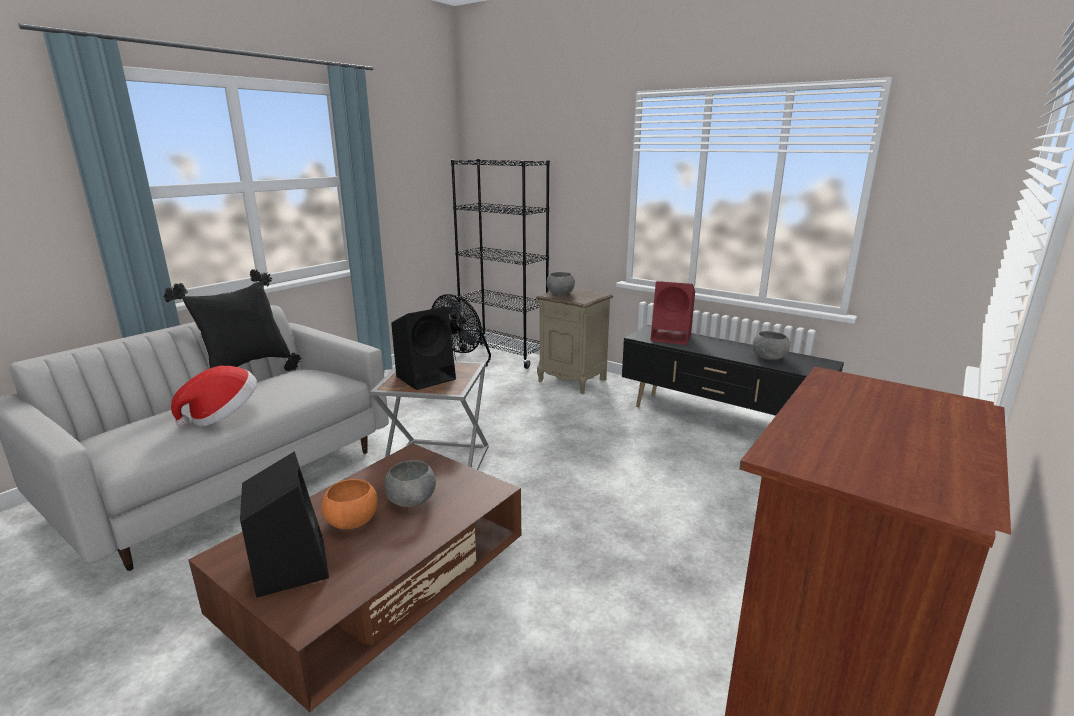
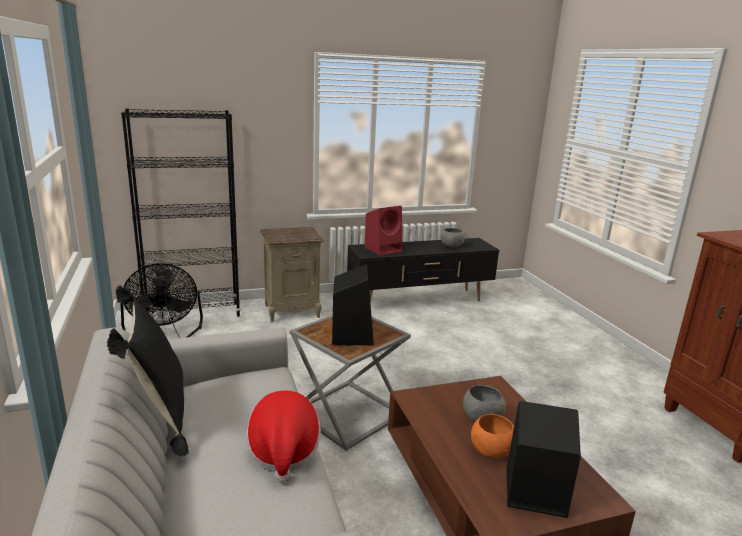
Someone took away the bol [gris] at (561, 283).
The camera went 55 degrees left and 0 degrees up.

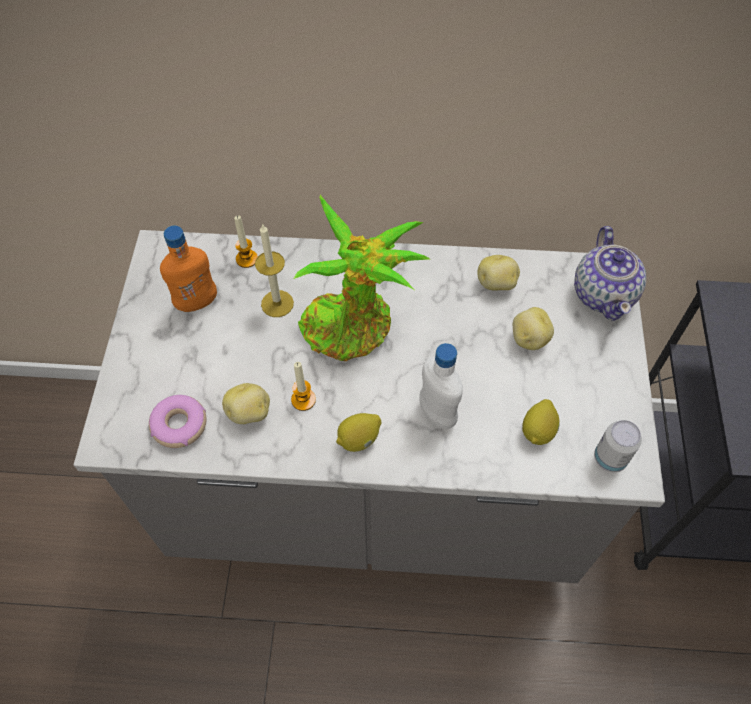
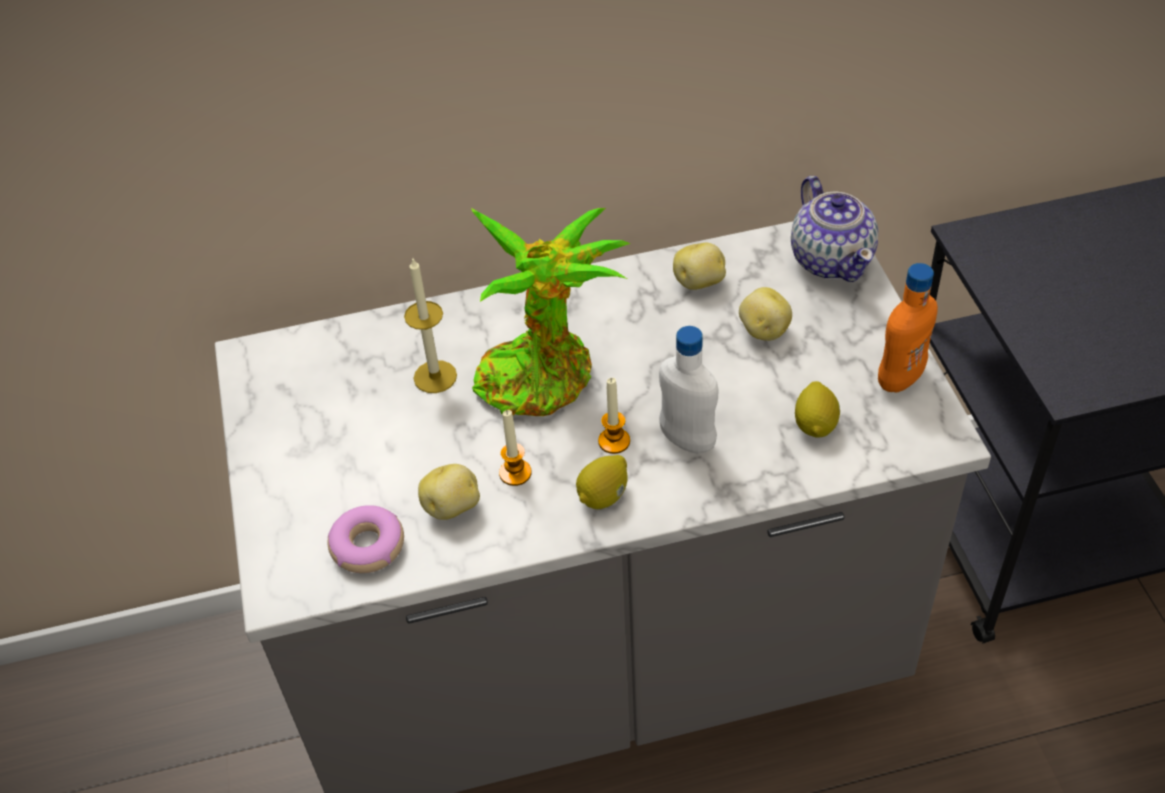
Someone carried the bougie from (246, 241) to (614, 416).
Someone carried the bouteille [orange] from (188, 268) to (908, 327).
Someone took away the boîte métallique at (618, 446).
The camera went 15 degrees left and 10 degrees down.

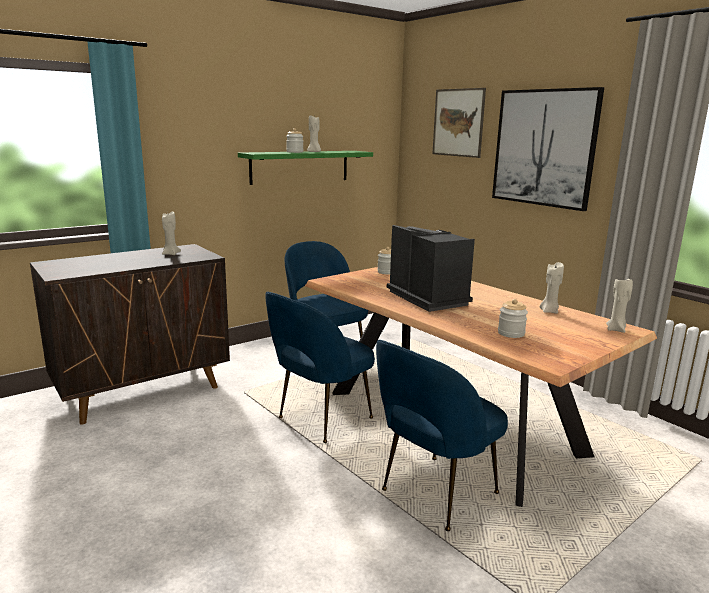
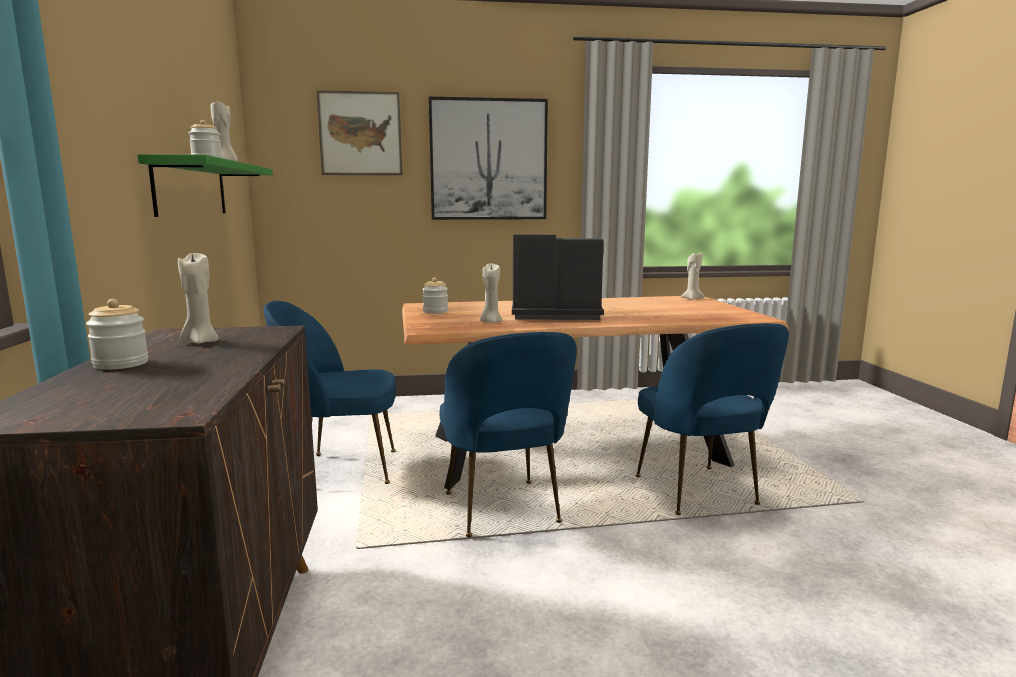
Someone carried the bocal from (513, 318) to (117, 334).
Someone carried the bougie [beige] from (552, 288) to (491, 293).
The camera went 60 degrees left and 5 degrees down.

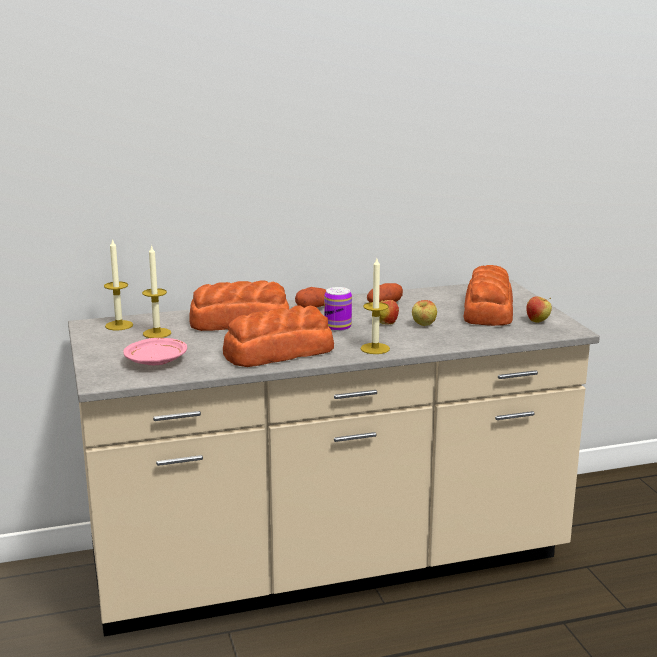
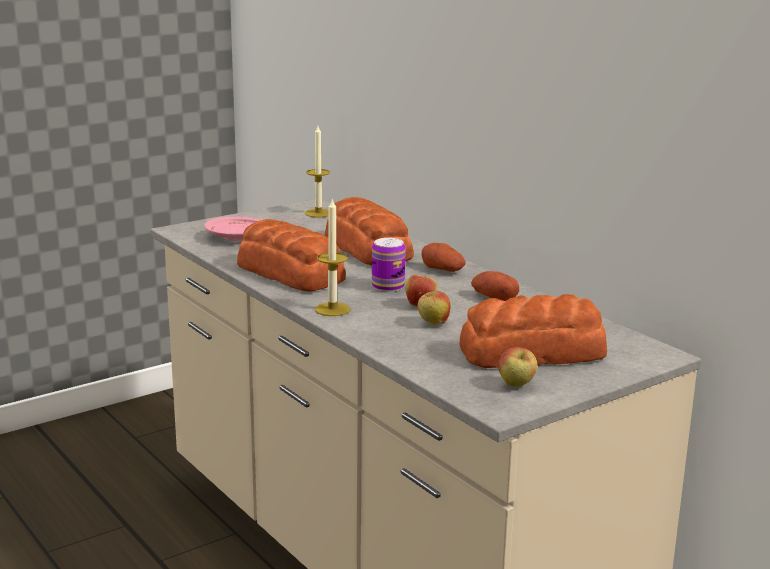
Someone took away the bougie at (156, 291).
The camera went 70 degrees right and 0 degrees up.

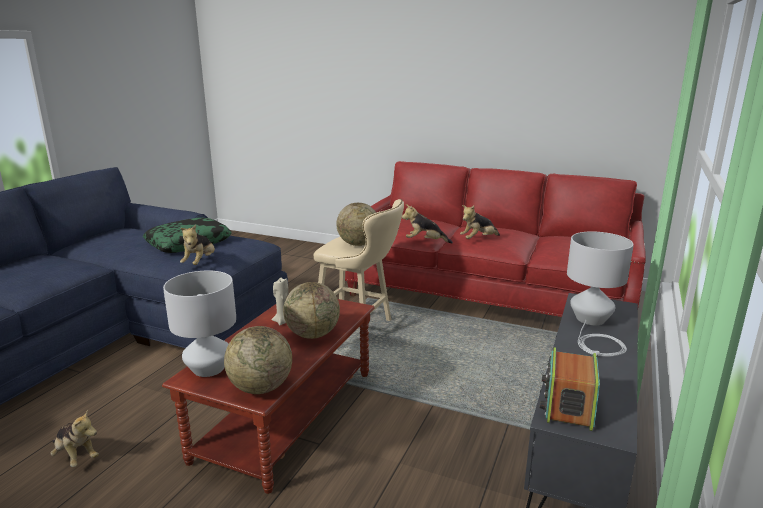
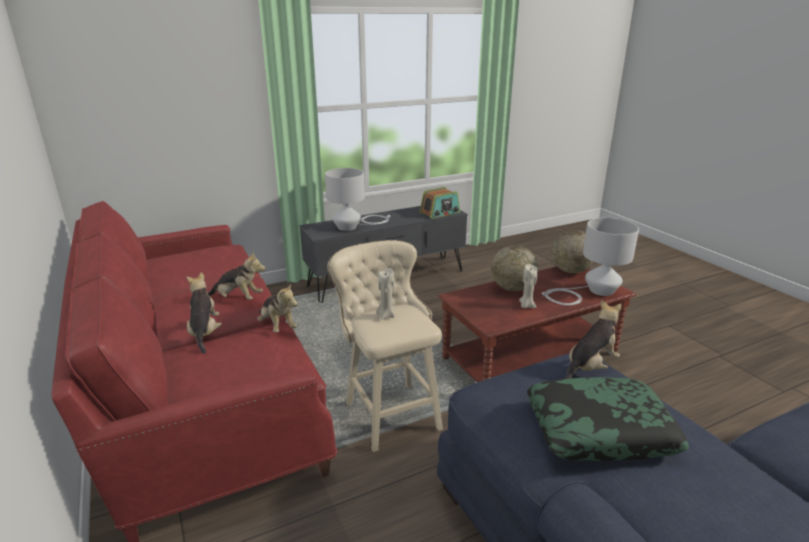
Someone carried the peluche from (74, 438) to (204, 313).
Someone swapped the globe at (356, 224) for the bougie [beige] at (385, 294).
The camera went 140 degrees left and 5 degrees up.

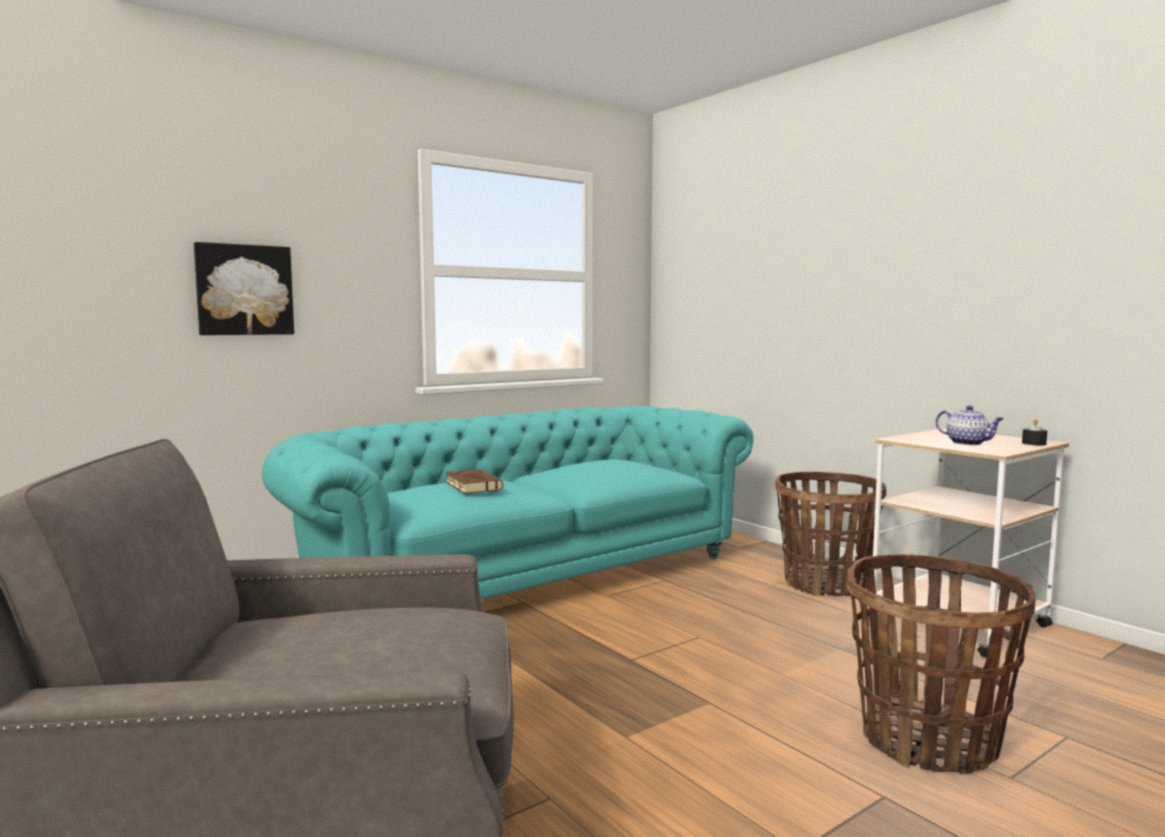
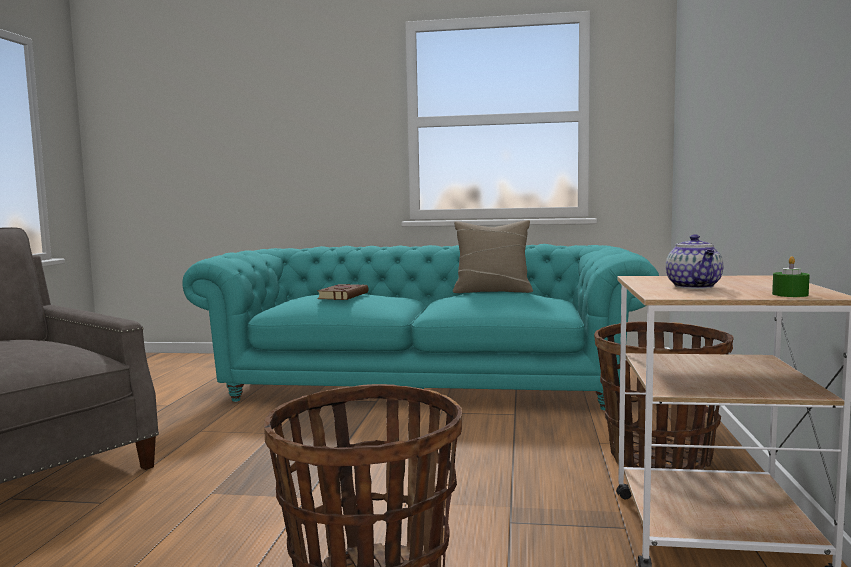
Someone put down the coussin [beige] at (493, 256).
Someone repainted the bougie [noir] at (1034, 431), which became the bougie [vert] at (791, 276).
Someone took away the tableau at (244, 288).
The camera went 45 degrees right and 0 degrees up.

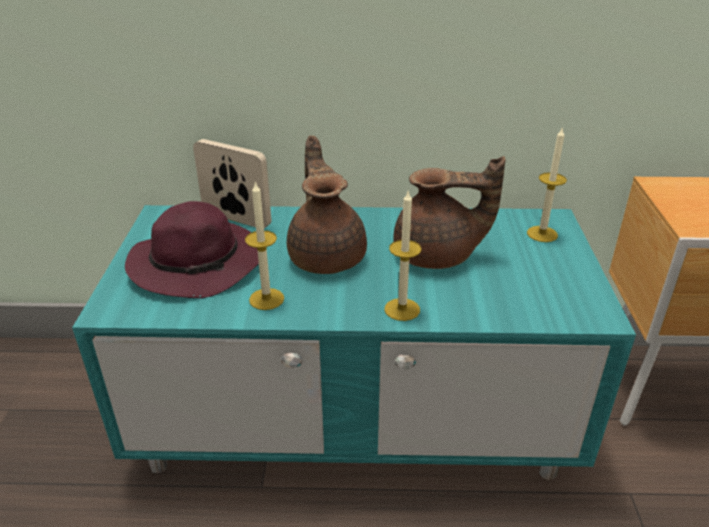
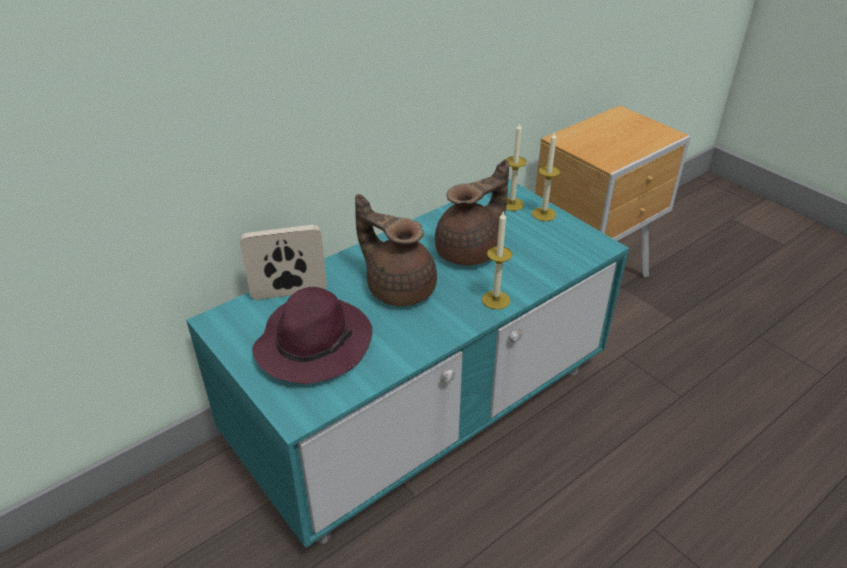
Someone carried the bougie from (264, 245) to (546, 176).
The camera went 40 degrees left and 5 degrees up.

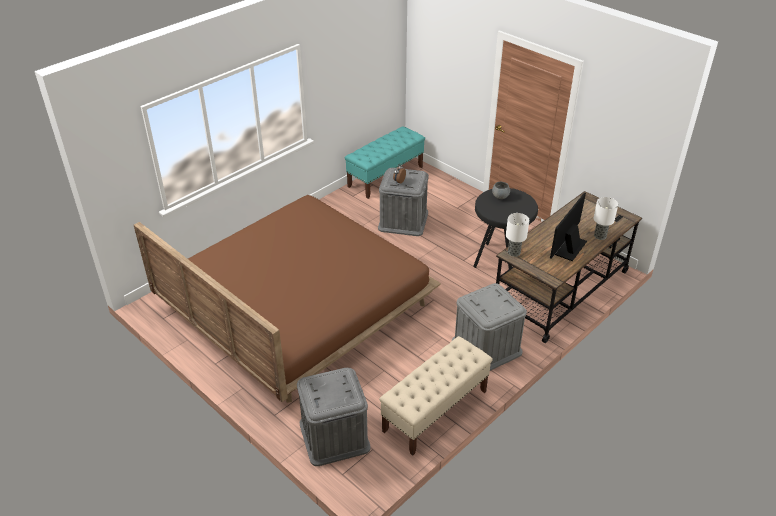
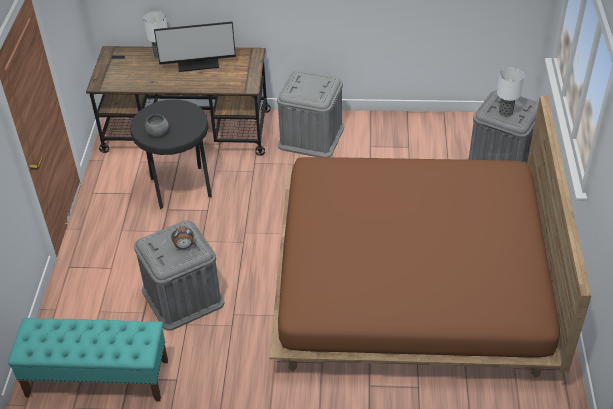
Someone carried the lampe de table from (517, 235) to (510, 92).
Someone took away the banc [beige] at (436, 396).
The camera went 130 degrees left and 5 degrees up.

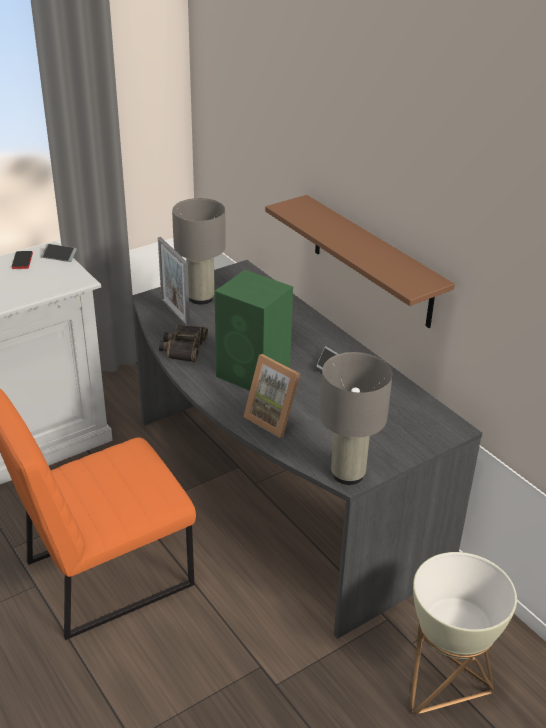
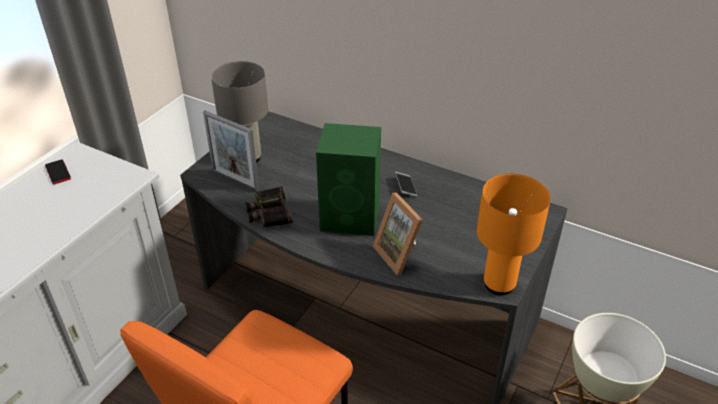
Someone rotated the cadre photo at (271, 396) by 45 degrees clockwise.
Someone repainted the lampe de table [gris] at (356, 418), which became the lampe de table [orange] at (513, 234).
Someone took away the téléphone at (59, 253).
Someone took away the étagère [marron] at (360, 261).
The camera went 25 degrees left and 5 degrees up.

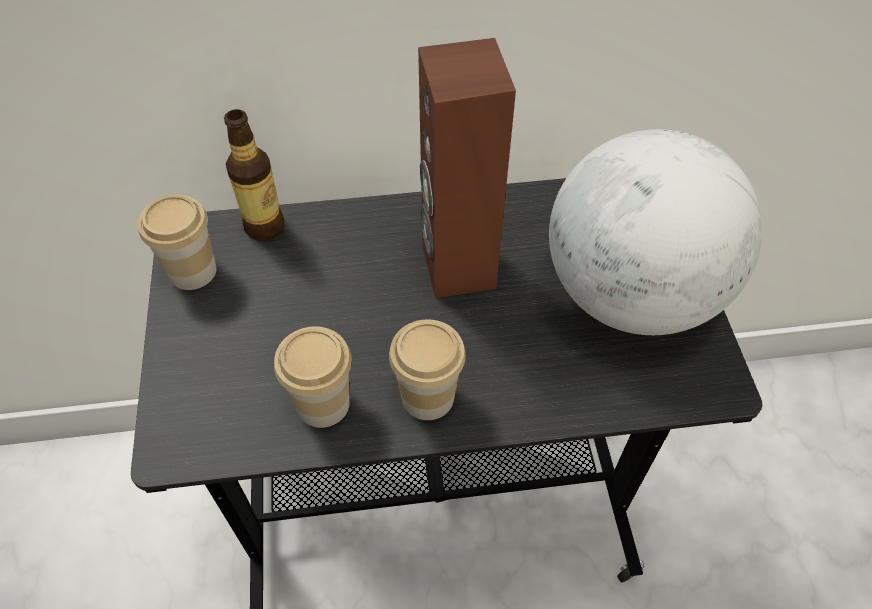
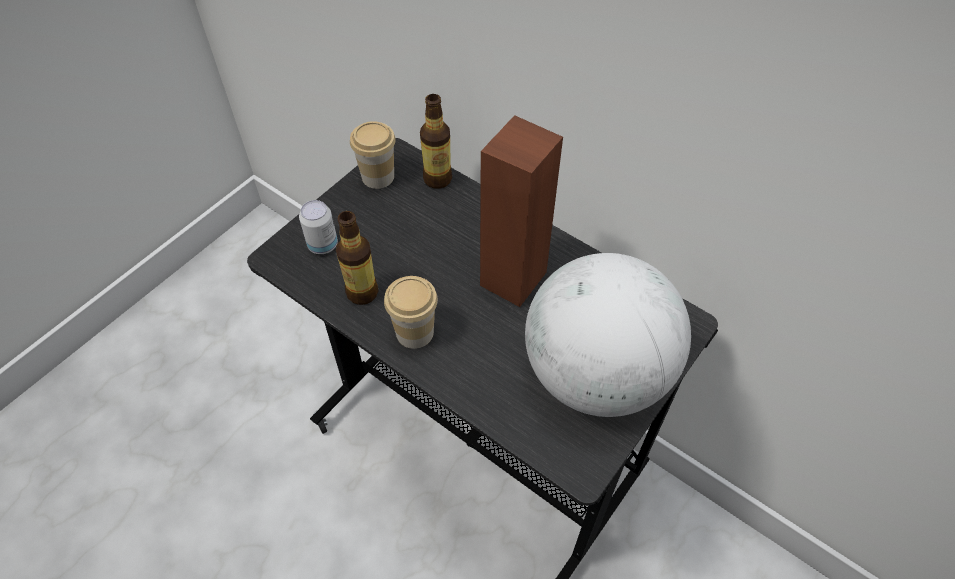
Someone put down the boîte métallique at (318, 227).
Someone swapped the tasse at (313, 377) for the bouteille at (357, 258).
The camera went 45 degrees right and 0 degrees up.

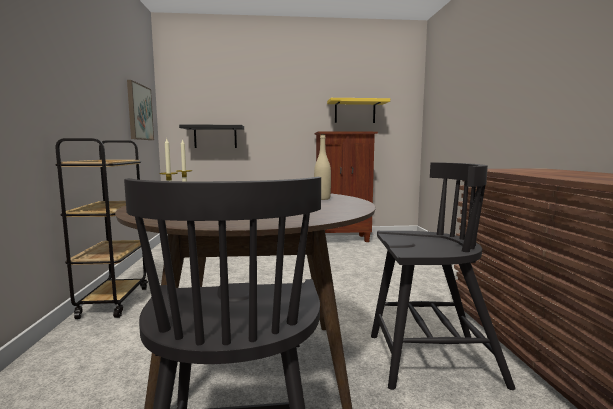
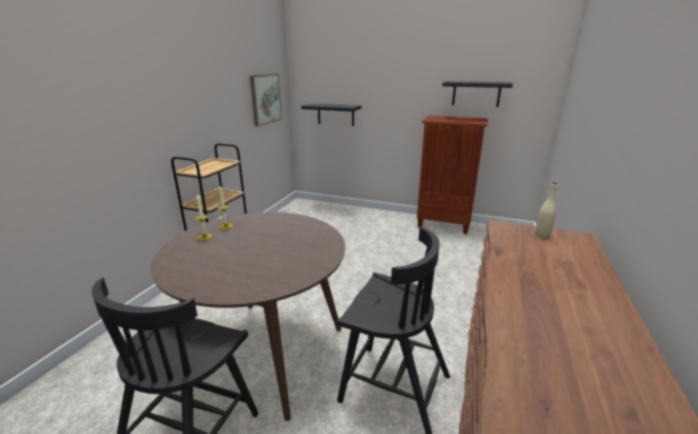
Someone repainted the étagère [jaune] at (358, 110), which became the étagère [noir] at (477, 94).
Someone carried the bouteille [beige] from (322, 167) to (546, 210).
The camera went 25 degrees right and 15 degrees up.

